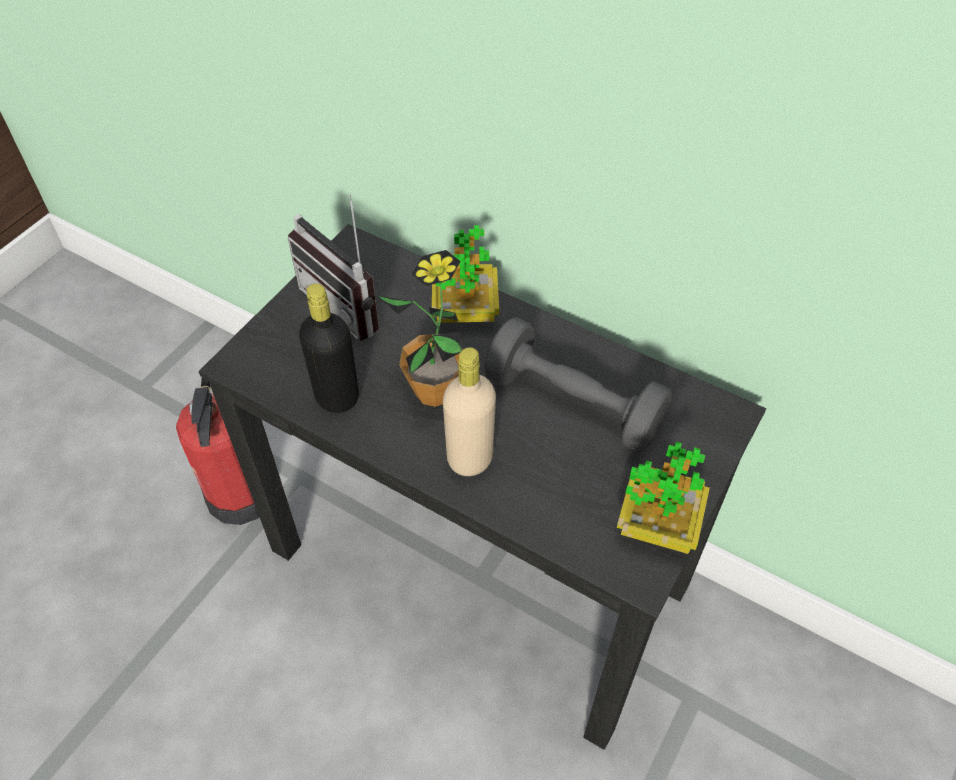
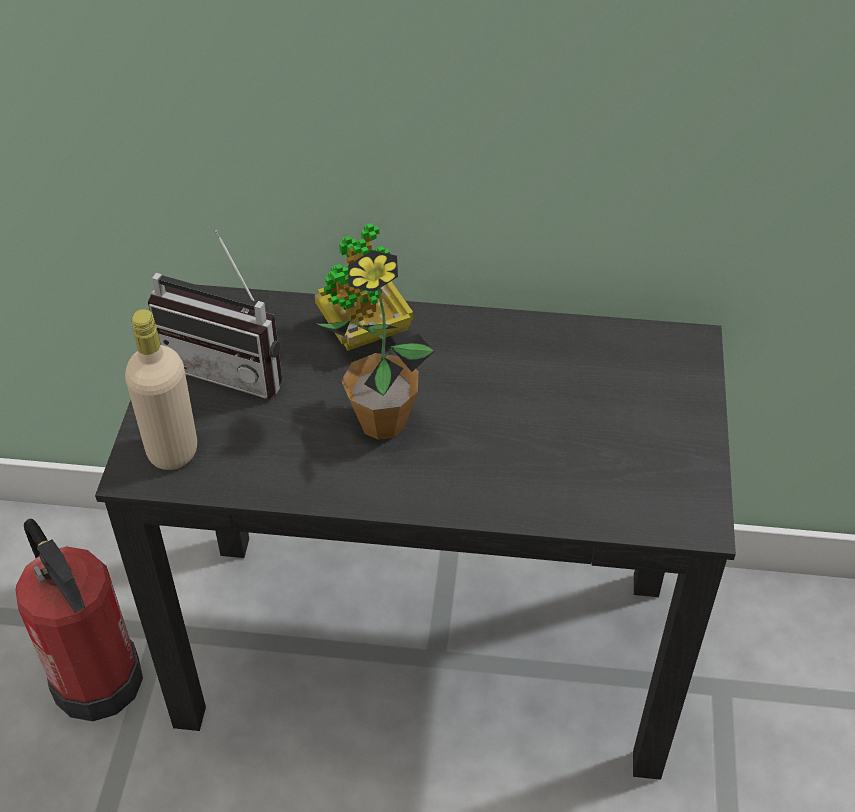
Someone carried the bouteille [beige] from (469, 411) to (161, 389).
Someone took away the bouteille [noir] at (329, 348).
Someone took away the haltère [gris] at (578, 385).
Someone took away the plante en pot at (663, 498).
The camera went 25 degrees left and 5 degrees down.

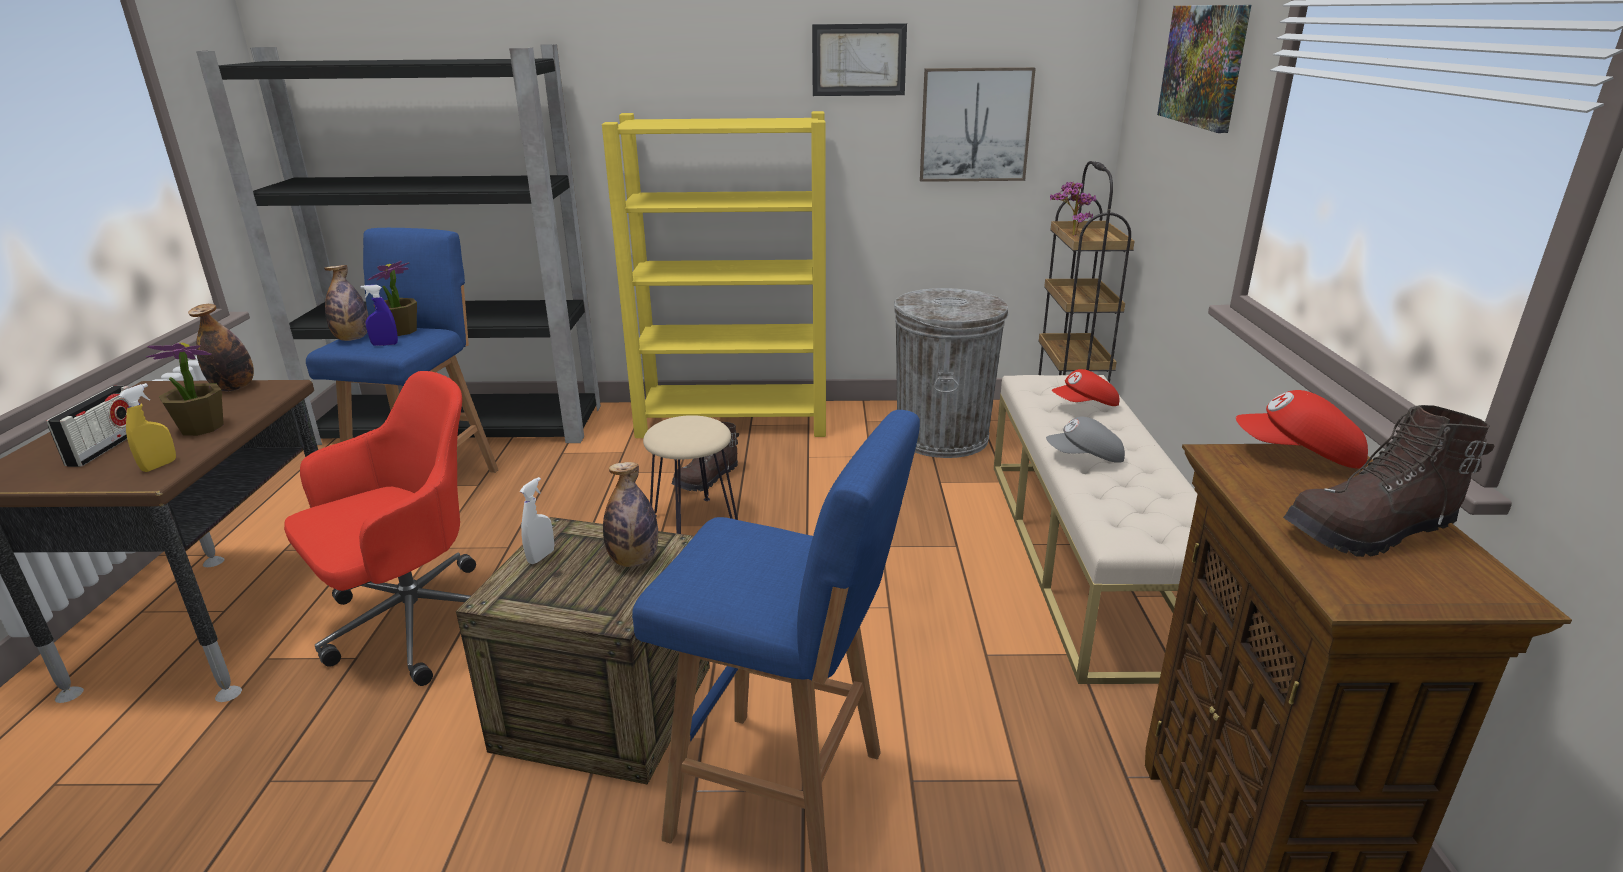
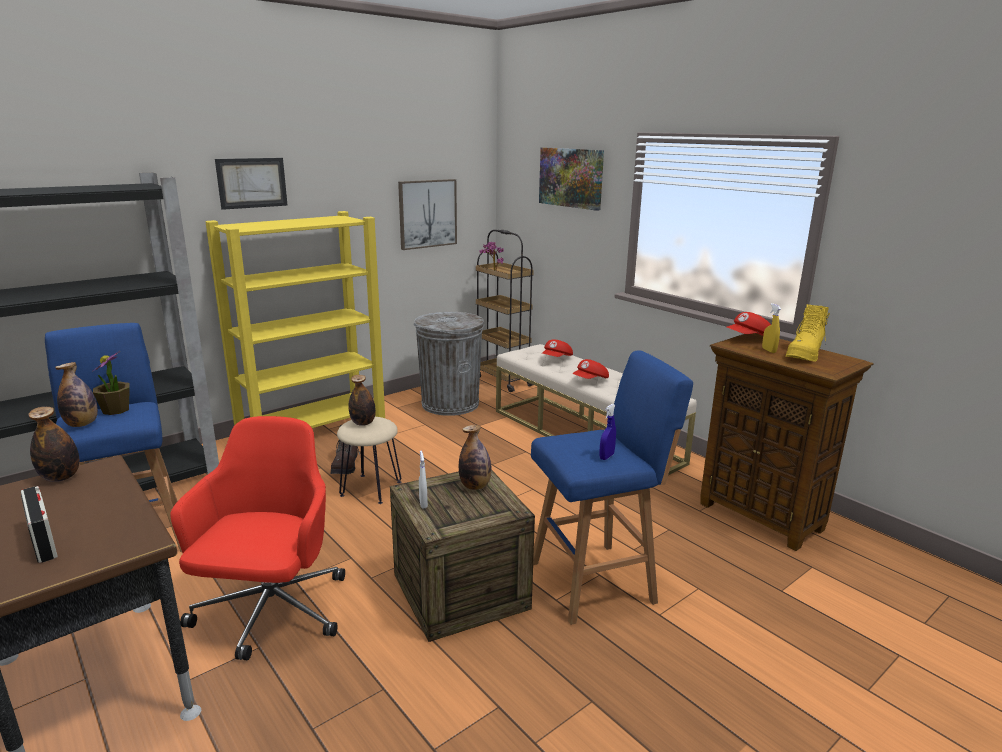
Someone carried the tableau from (859, 59) to (251, 184).
Someone put down the bouteille at (362, 400).
Someone repainted the casquette [gris] at (1085, 440), which became the casquette [rouge] at (590, 369).
Someone carried the vaporisateur [bleu] from (379, 315) to (607, 432).
Someone carried the vaporisateur [jaune] from (147, 427) to (771, 328).
Someone repainted the botte [marron] at (1388, 481), which became the botte [jaune] at (807, 333).
Someone took away the plante en pot at (185, 389).
The camera went 40 degrees left and 5 degrees down.

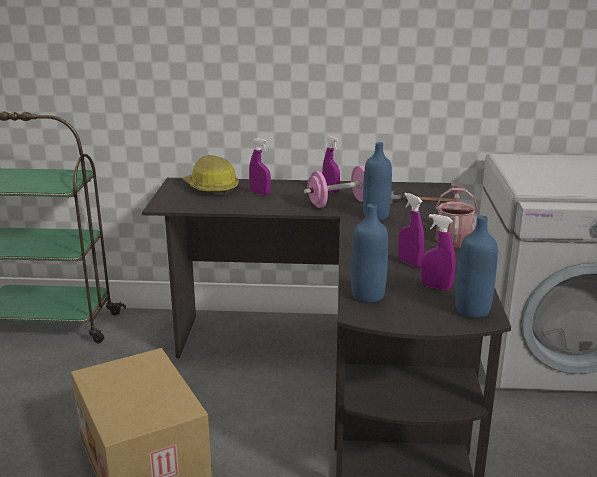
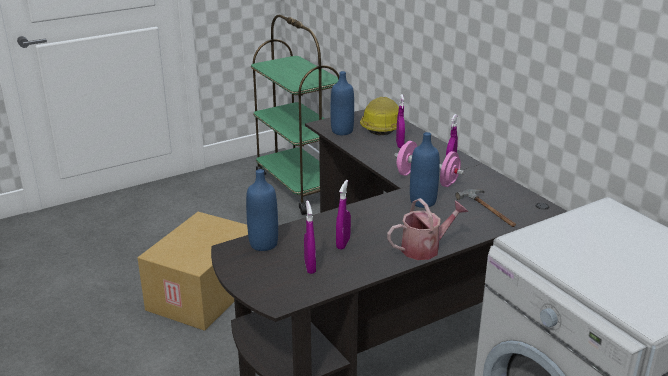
Someone carried the bouteille [bleu] from (476, 267) to (342, 103).
The camera went 55 degrees right and 5 degrees up.

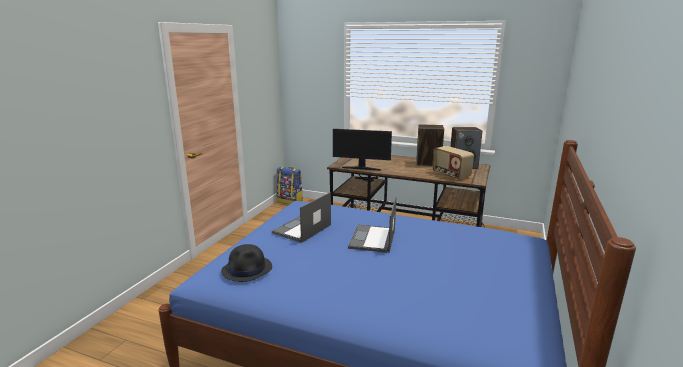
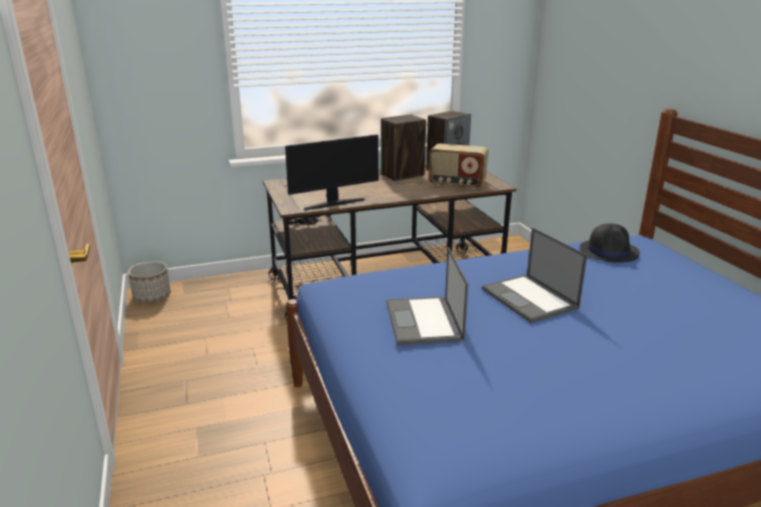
Someone swapped the sac à dos at (289, 185) for the cache-pot at (149, 282).
Someone carried the chapeau [noir] from (246, 263) to (610, 243).
The camera went 40 degrees left and 5 degrees up.

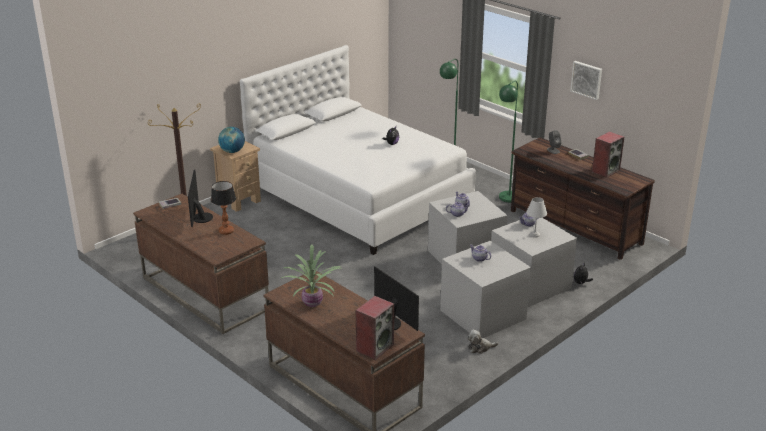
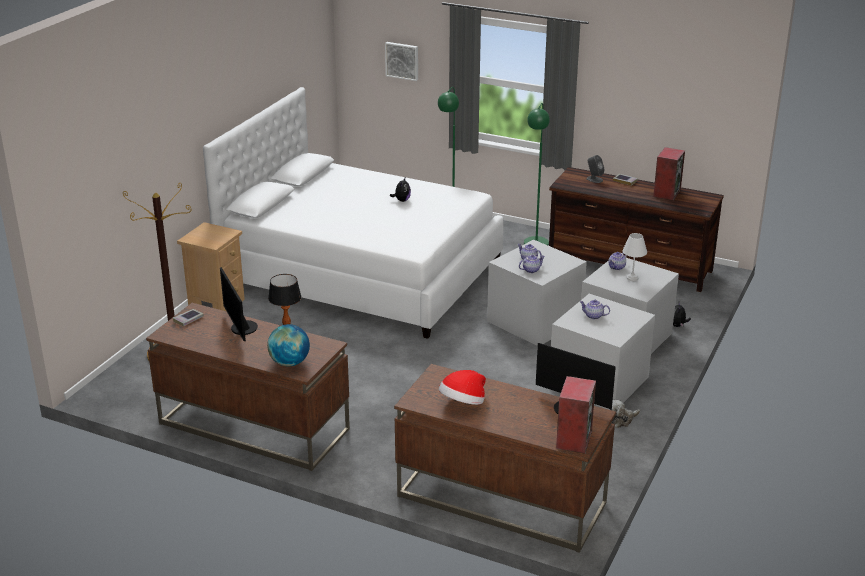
Someone carried the globe from (231, 140) to (288, 345).
Someone carried the tableau from (586, 80) to (401, 61).
Someone swapped the plante en pot at (311, 275) for the chapeau at (462, 387).
The camera went 20 degrees left and 0 degrees up.

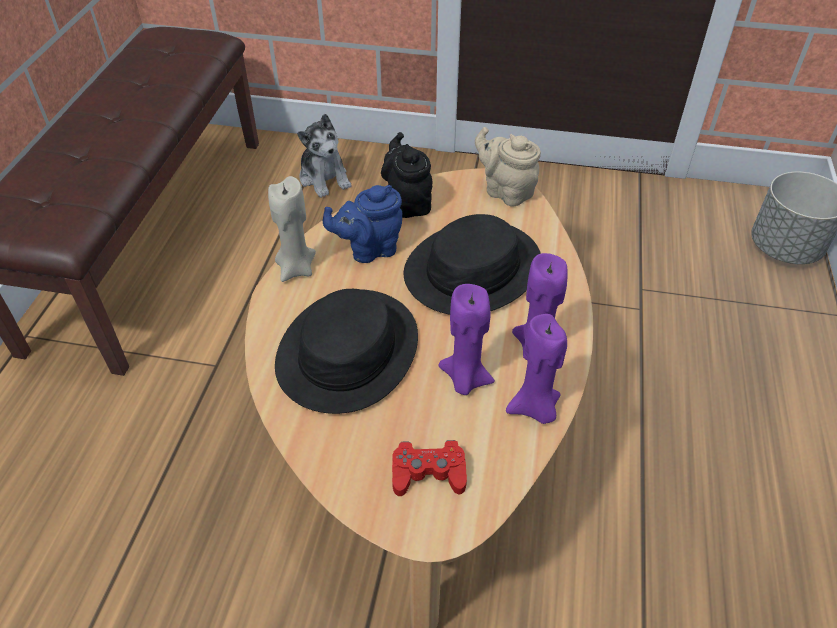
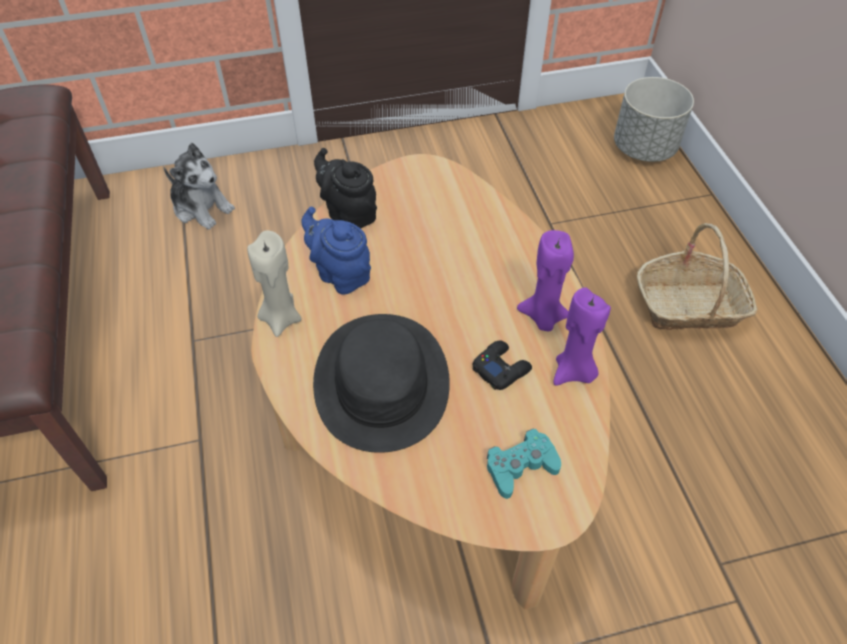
Someone rotated the théière [bleu] at (363, 224) by 90 degrees clockwise.
Someone swapped the bougie [violet] at (467, 339) for the manette [noir] at (502, 365).
Someone repainted the manette [rouge] at (429, 468), which became the manette [turquoise] at (524, 464).
Someone put down the panier at (697, 276).
Someone took away the chapeau [noir] at (472, 264).
Someone took away the théière [beige] at (508, 166).
The camera went 25 degrees left and 5 degrees up.

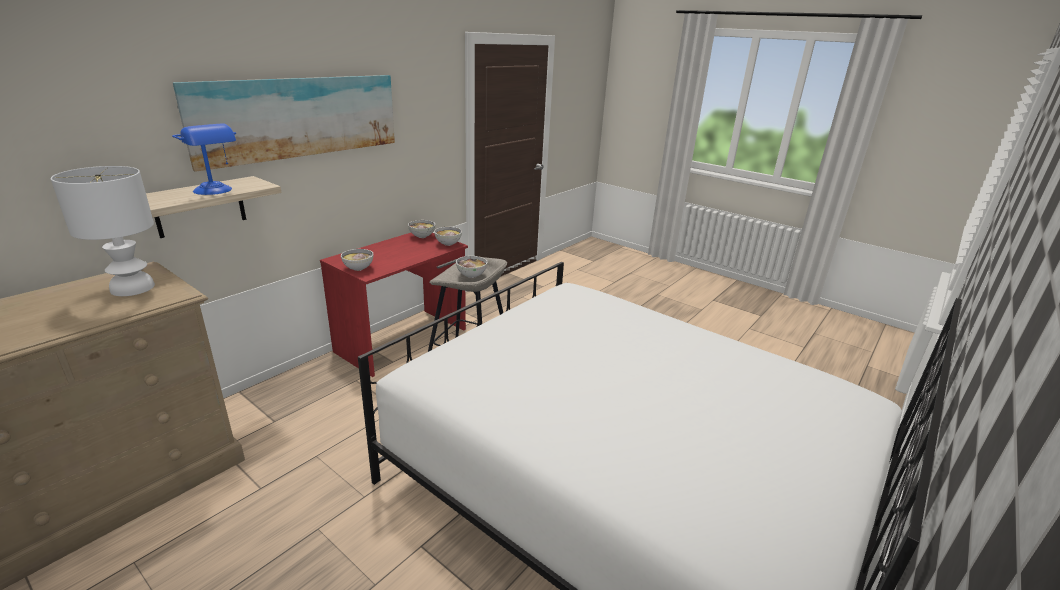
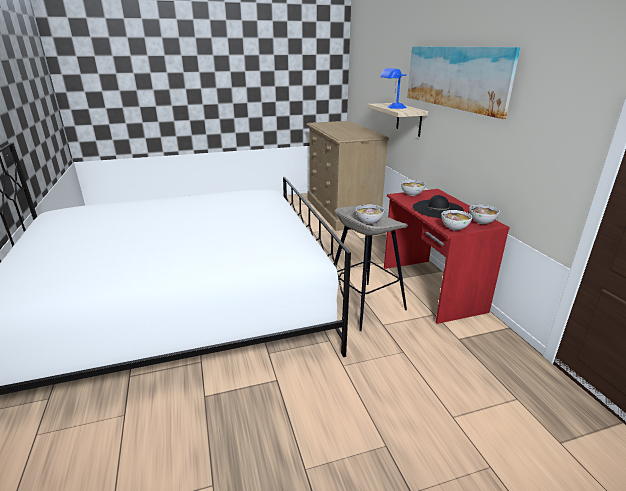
Someone put down the chapeau [noir] at (438, 206).
Someone took away the lampe de table [blanc] at (103, 231).
The camera went 125 degrees right and 0 degrees up.

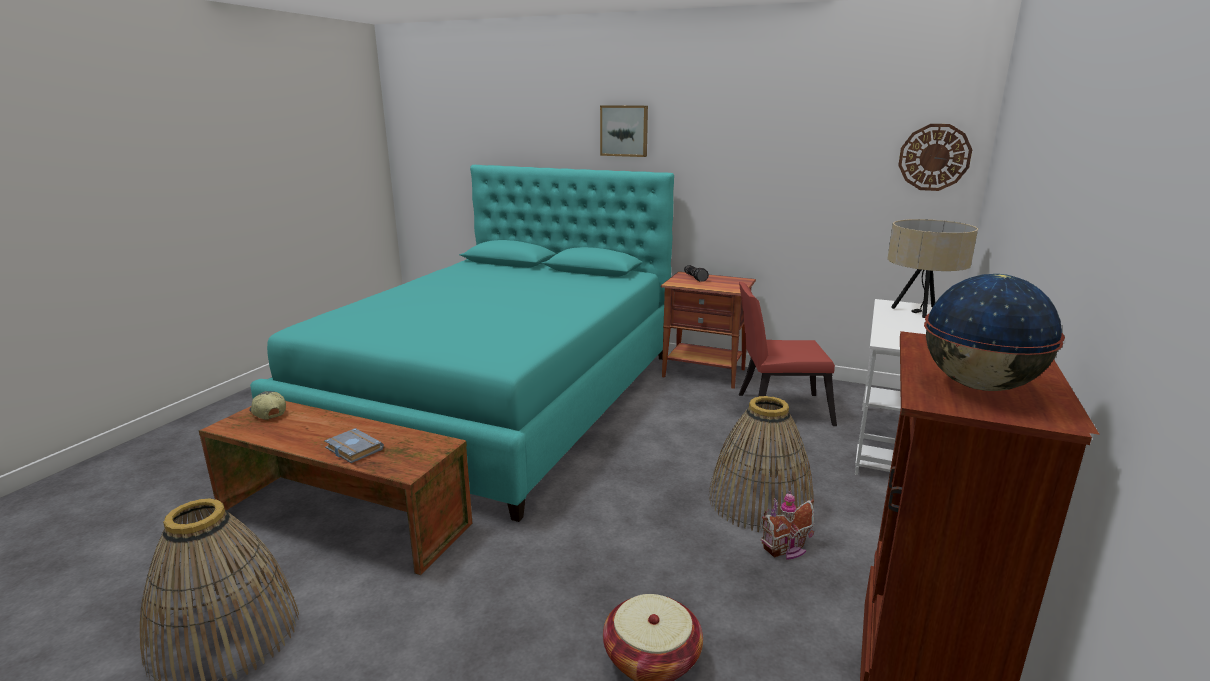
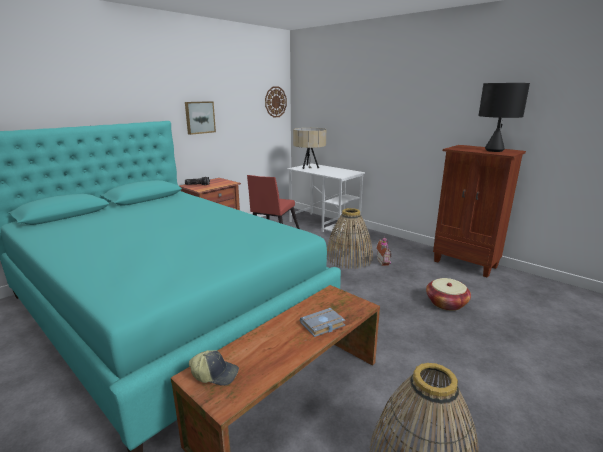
Someone carried the tableau from (624, 131) to (200, 118).
Someone rotated the casquette at (267, 405) by 150 degrees counterclockwise.
Someone swapped the globe at (994, 332) for the lampe de table [noir] at (504, 117).
The camera went 70 degrees left and 0 degrees up.

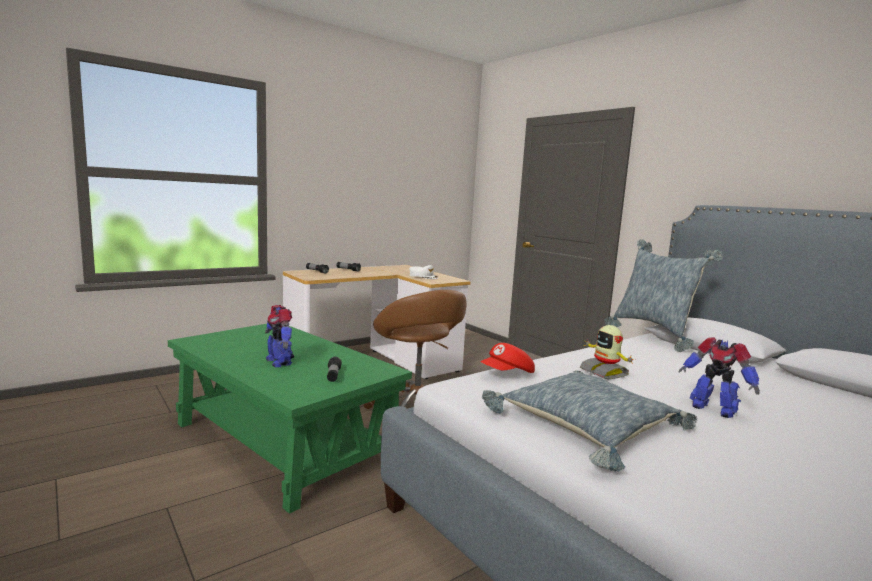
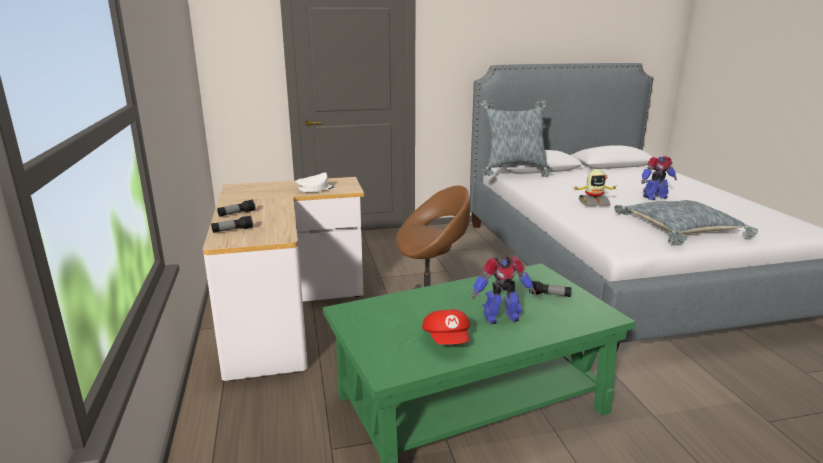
Someone carried the casquette [rouge] from (507, 358) to (446, 327).
The camera went 65 degrees left and 10 degrees up.

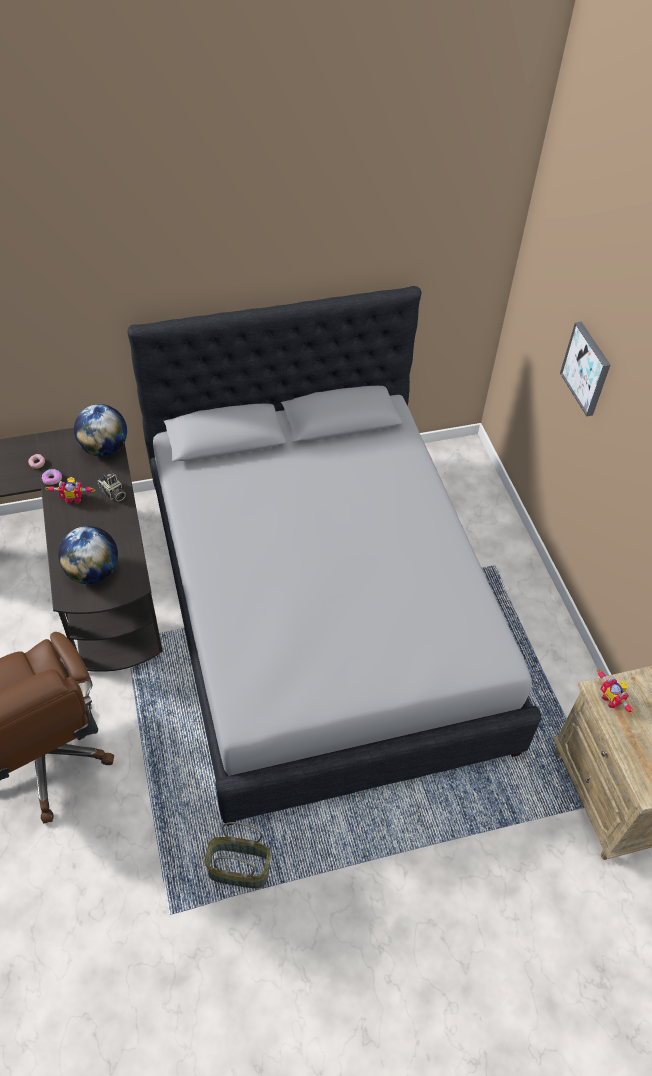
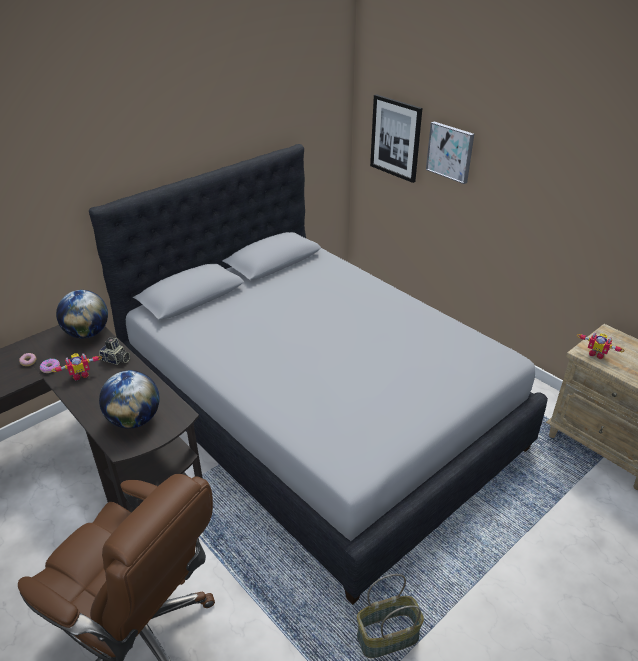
Someone put up the tableau at (396, 138).
The camera went 25 degrees left and 15 degrees down.

